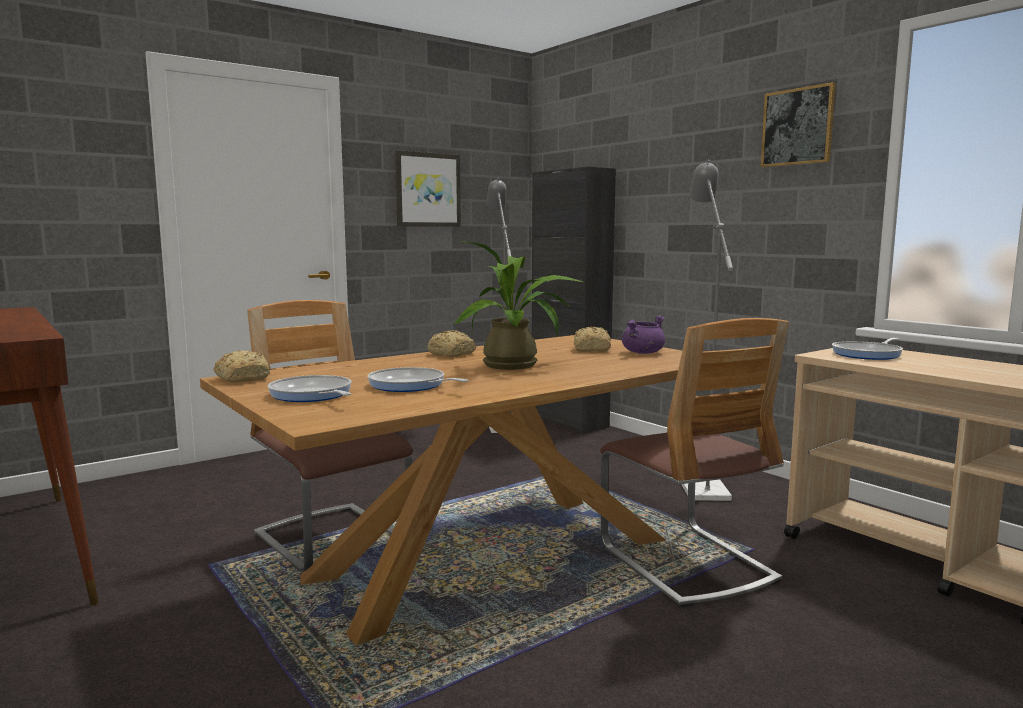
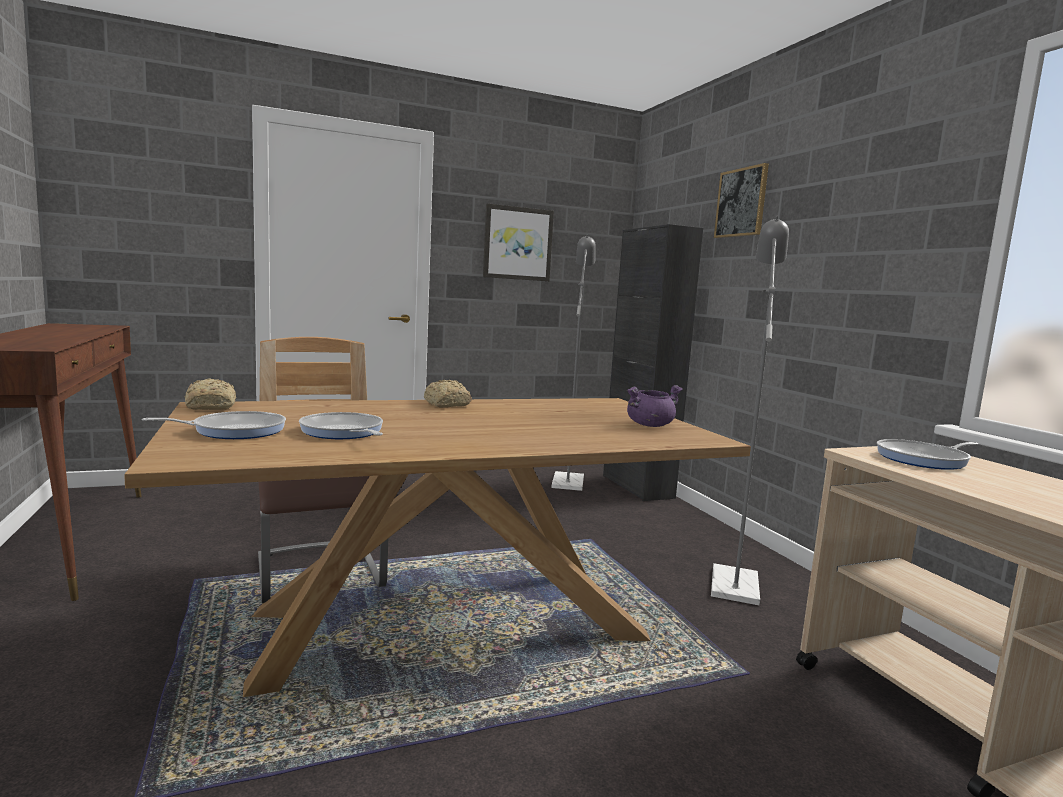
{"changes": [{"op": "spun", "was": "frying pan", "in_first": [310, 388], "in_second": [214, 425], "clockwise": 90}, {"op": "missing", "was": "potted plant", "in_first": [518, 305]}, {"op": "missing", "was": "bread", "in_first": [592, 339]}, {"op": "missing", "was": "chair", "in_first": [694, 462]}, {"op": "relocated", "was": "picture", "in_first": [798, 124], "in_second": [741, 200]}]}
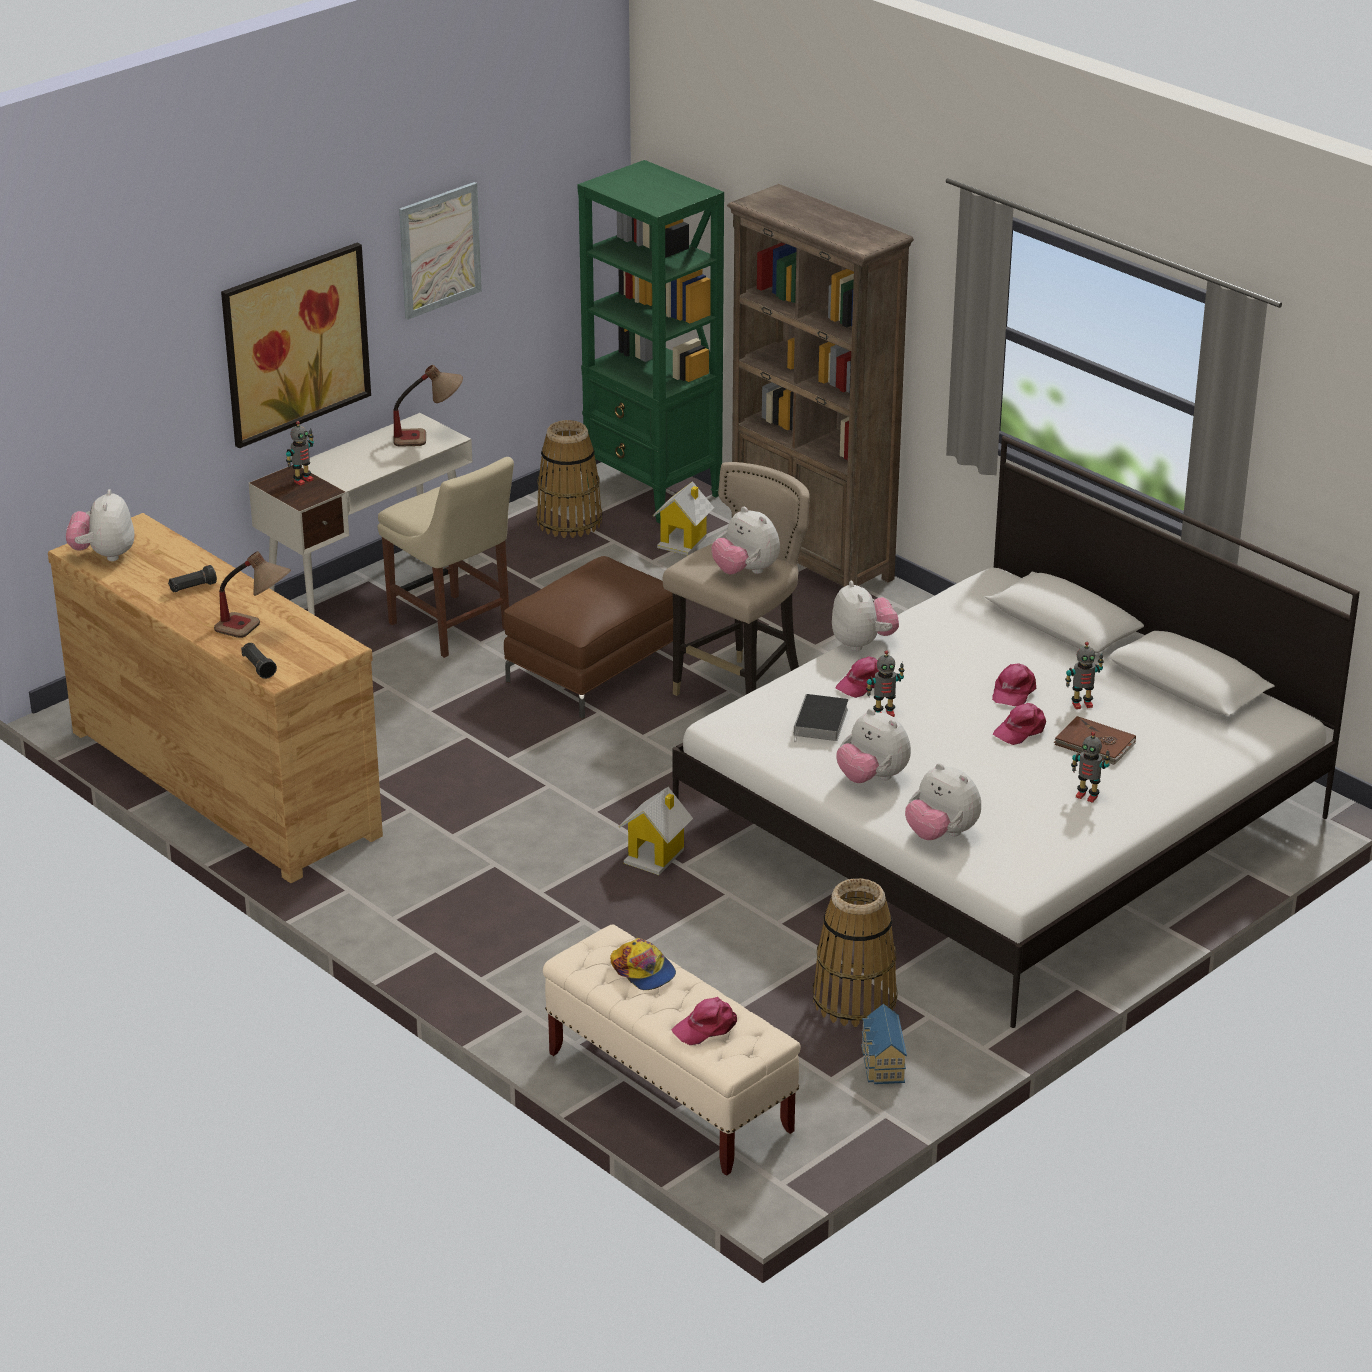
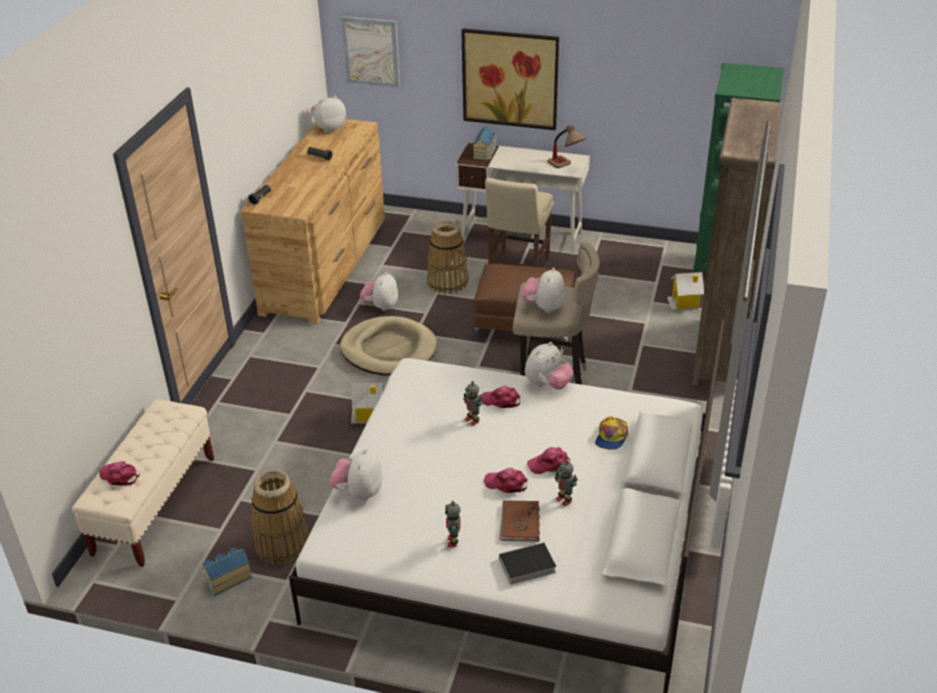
{"changes": [{"op": "missing", "was": "table lamp", "in_first": [252, 594]}, {"op": "exchanged", "was": "toy robot", "now": "toy house", "in_first": [300, 453], "in_second": [484, 143]}, {"op": "relocated", "was": "picture", "in_first": [440, 251], "in_second": [370, 52]}, {"op": "relocated", "was": "basket", "in_first": [569, 479], "in_second": [448, 257]}, {"op": "relocated", "was": "cap", "in_first": [643, 964], "in_second": [612, 433]}, {"op": "relocated", "was": "book", "in_first": [821, 718], "in_second": [524, 563]}, {"op": "relocated", "was": "plush toy", "in_first": [873, 746], "in_second": [379, 291]}, {"op": "appeared", "now": "dog bed in beige", "in_second": [388, 345]}]}
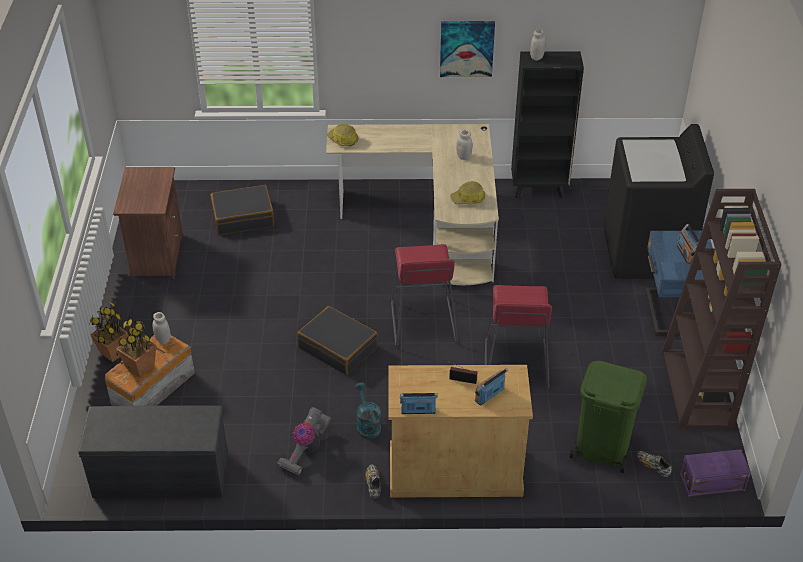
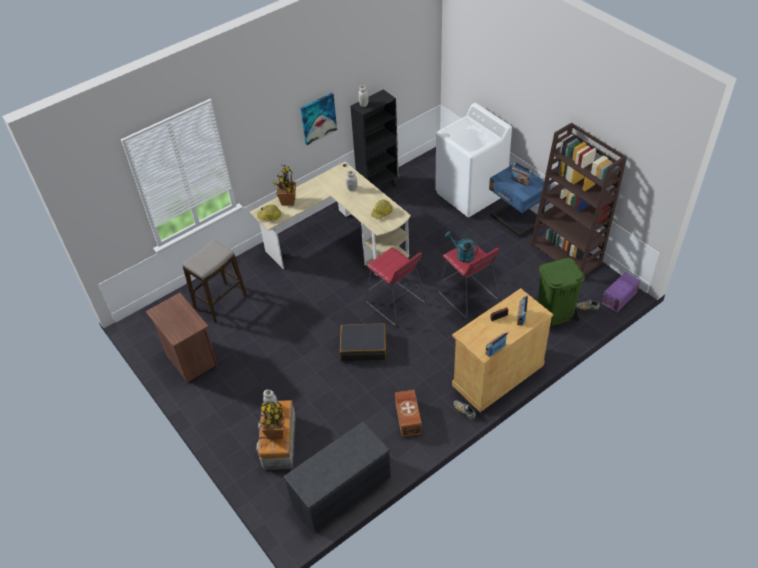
{"changes": [{"op": "relocated", "was": "potted plant", "in_first": [109, 331], "in_second": [284, 185]}, {"op": "exchanged", "was": "suitcase in black", "now": "stool", "in_first": [242, 210], "in_second": [214, 281]}, {"op": "exchanged", "was": "vacuum cleaner", "now": "storage box in brown", "in_first": [304, 441], "in_second": [408, 413]}, {"op": "relocated", "was": "watering can in turquoise", "in_first": [368, 411], "in_second": [461, 247]}, {"op": "colour", "was": "washing machine in black", "now": "washing machine in white", "in_first": [658, 201], "in_second": [473, 160]}]}
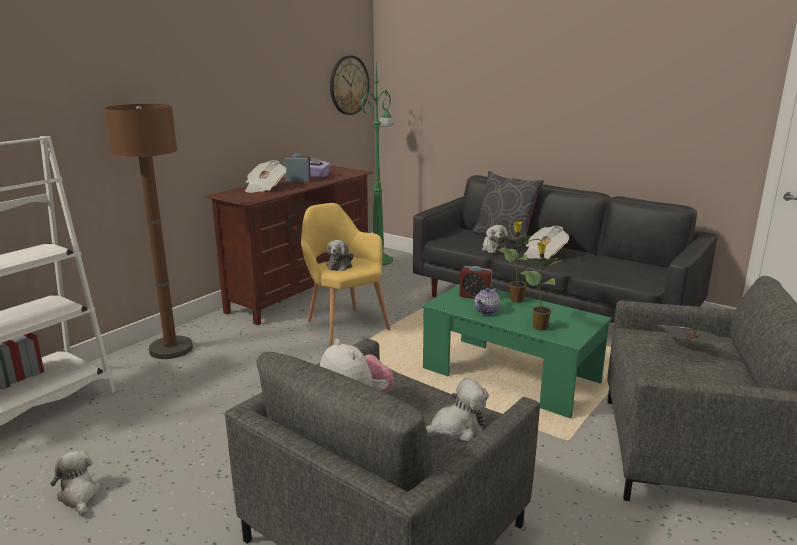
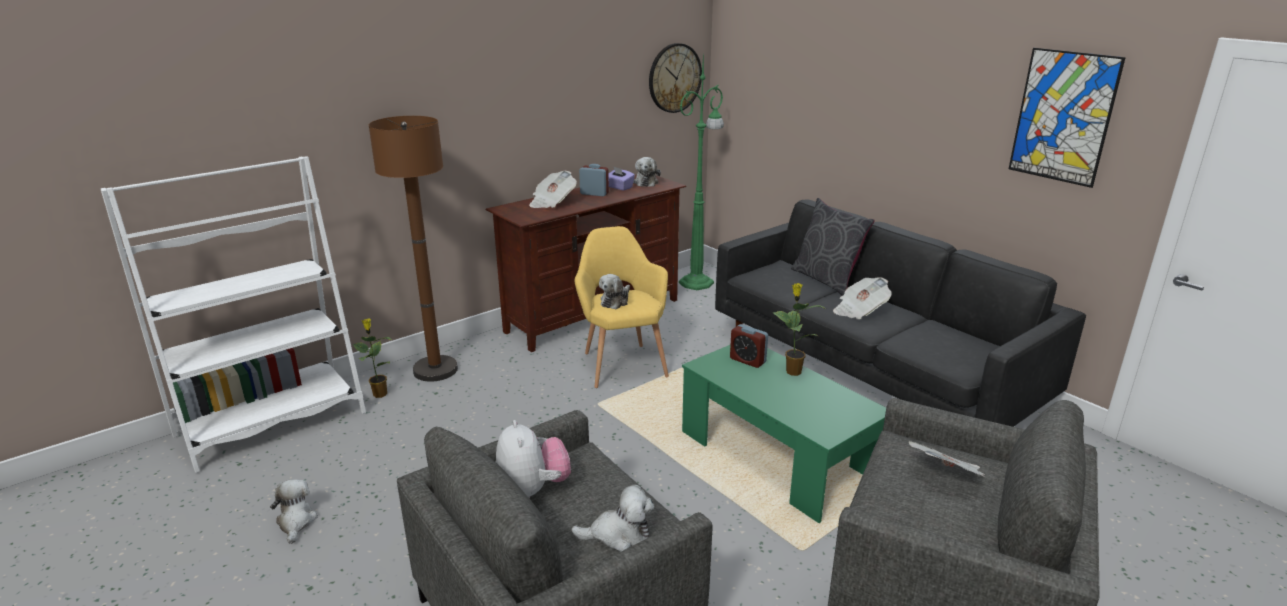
{"changes": [{"op": "missing", "was": "teapot", "in_first": [487, 301]}, {"op": "relocated", "was": "plush toy", "in_first": [495, 239], "in_second": [647, 172]}, {"op": "relocated", "was": "potted plant", "in_first": [544, 286], "in_second": [372, 358]}, {"op": "appeared", "now": "picture", "in_second": [1067, 118]}]}
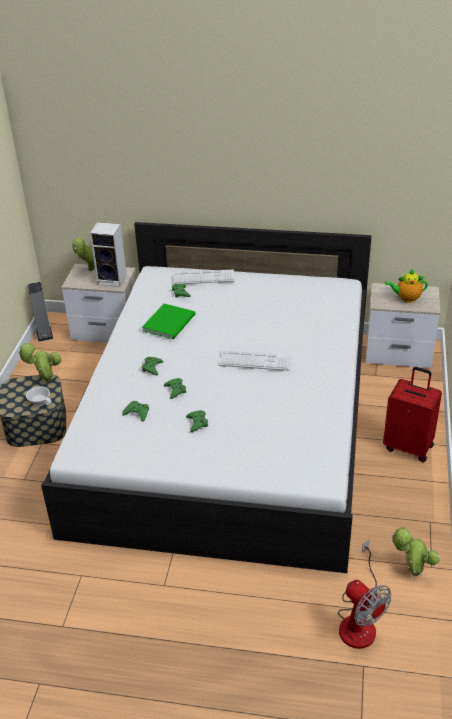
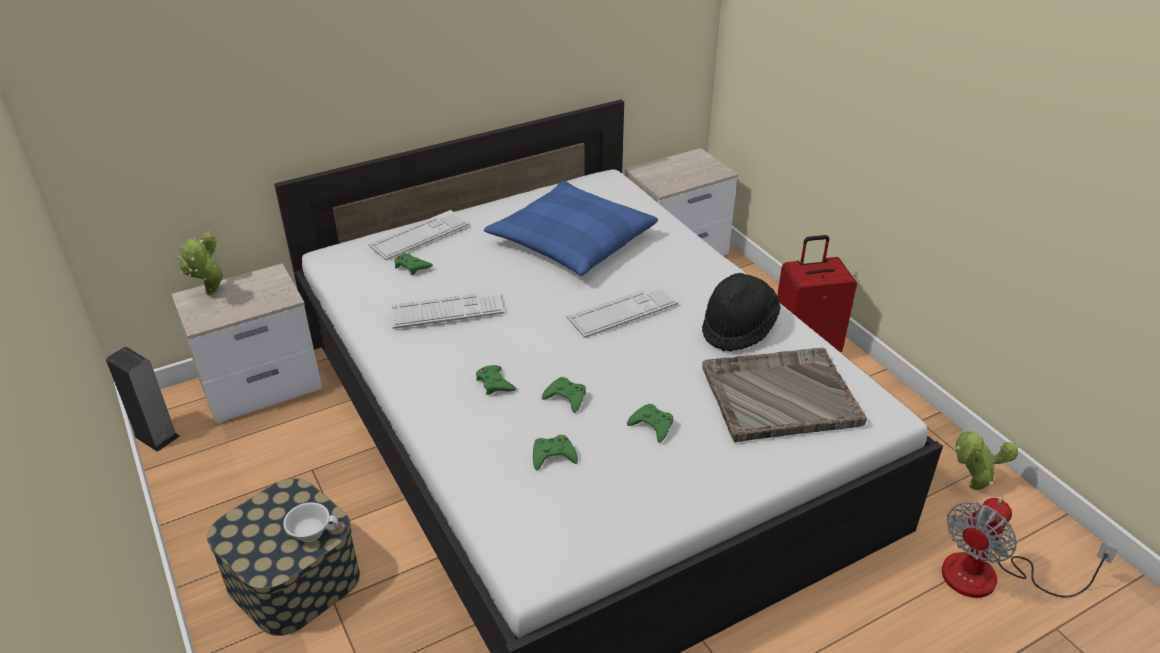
{"changes": [{"op": "missing", "was": "potted plant", "in_first": [39, 362]}, {"op": "missing", "was": "speaker", "in_first": [108, 254]}, {"op": "exchanged", "was": "book in green", "now": "keyboard", "in_first": [168, 321], "in_second": [447, 309]}, {"op": "spun", "was": "fan", "in_first": [365, 594], "in_second": [1030, 548], "clockwise": 120}, {"op": "missing", "was": "teapot", "in_first": [406, 286]}, {"op": "appeared", "now": "pillow in blue", "in_second": [571, 228]}, {"op": "appeared", "now": "hat in black", "in_second": [741, 312]}, {"op": "appeared", "now": "tray in grey", "in_second": [784, 395]}]}
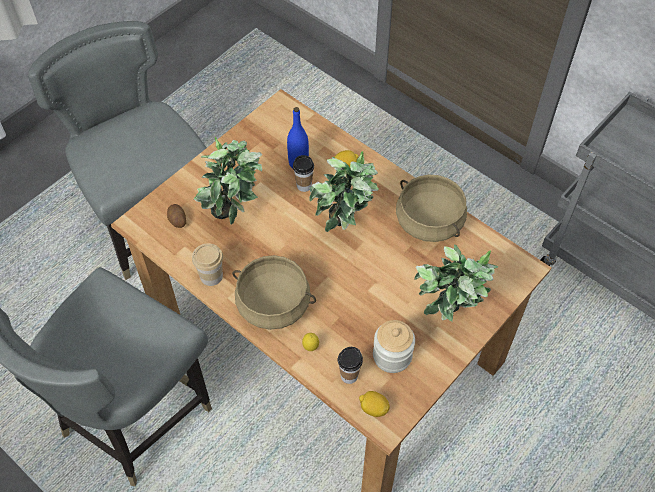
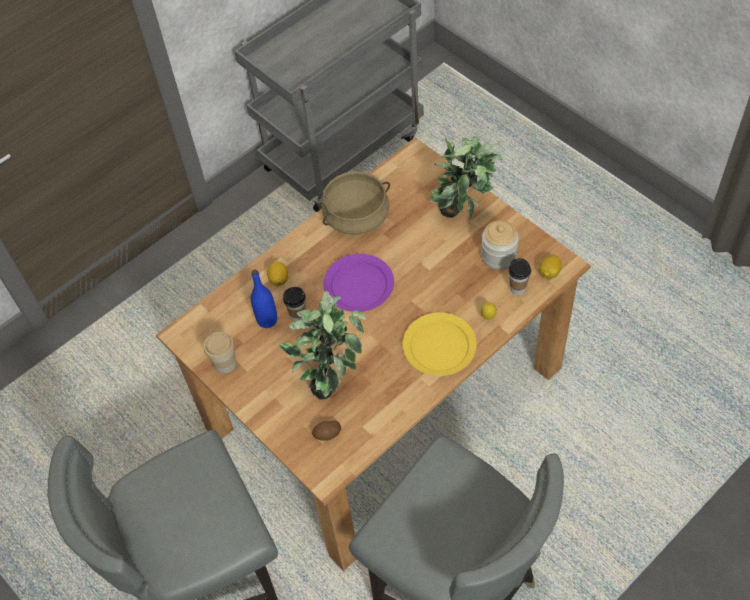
{"changes": [{"op": "relocated", "was": "cup", "in_first": [207, 264], "in_second": [220, 353]}, {"op": "exchanged", "was": "cooking pot in beige", "now": "plate in yellow", "in_first": [274, 292], "in_second": [440, 344]}, {"op": "exchanged", "was": "potted plant", "now": "plate in purple", "in_first": [344, 191], "in_second": [358, 283]}]}
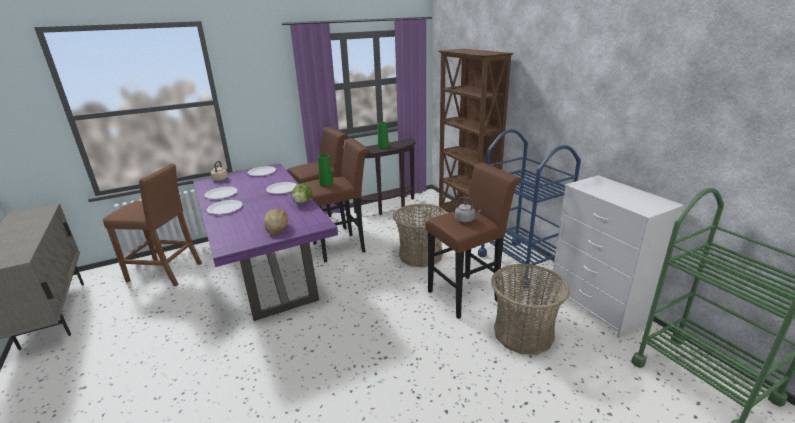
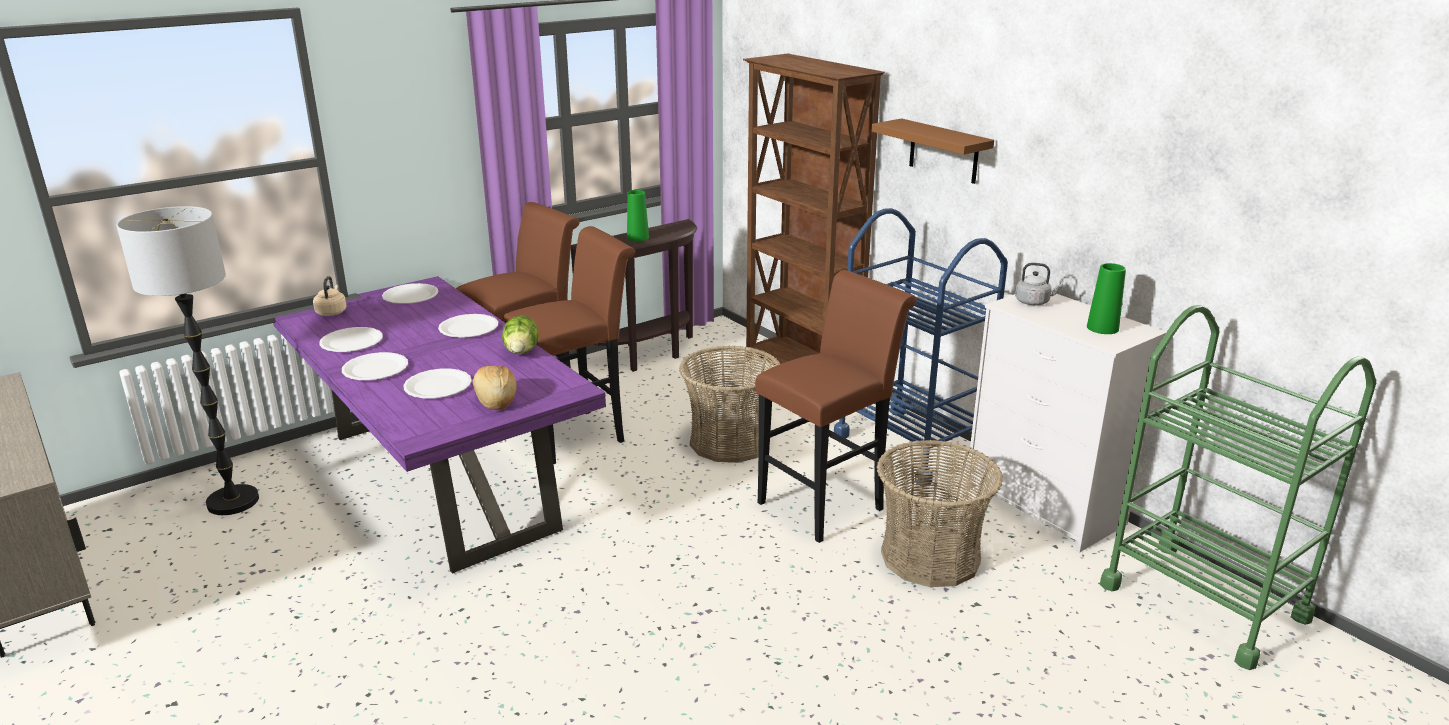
{"changes": [{"op": "exchanged", "was": "stool in brown", "now": "floor lamp", "in_first": [152, 225], "in_second": [188, 360]}, {"op": "relocated", "was": "vase in green", "in_first": [325, 170], "in_second": [1106, 298]}, {"op": "relocated", "was": "kettle in grey", "in_first": [468, 209], "in_second": [1039, 284]}, {"op": "appeared", "now": "plate in white", "in_second": [437, 383]}, {"op": "appeared", "now": "shelf in brown", "in_second": [933, 151]}]}
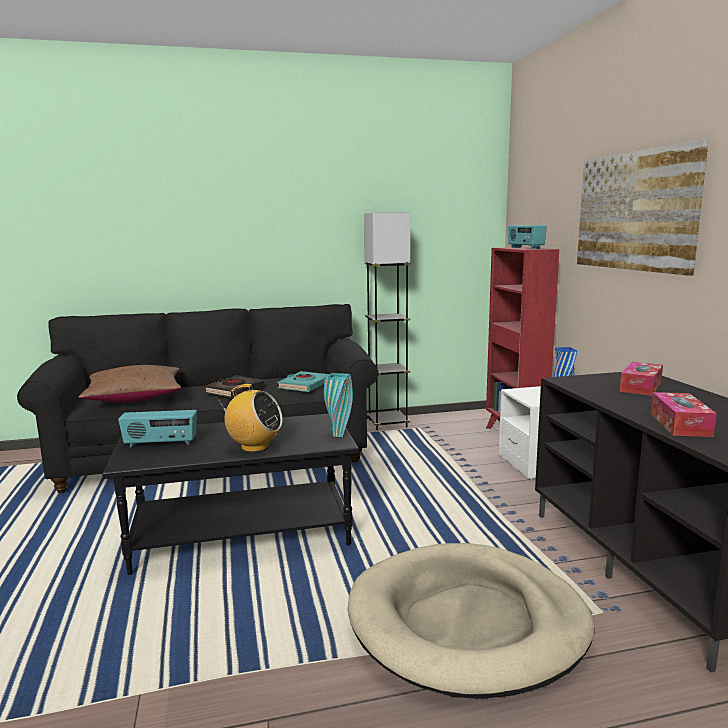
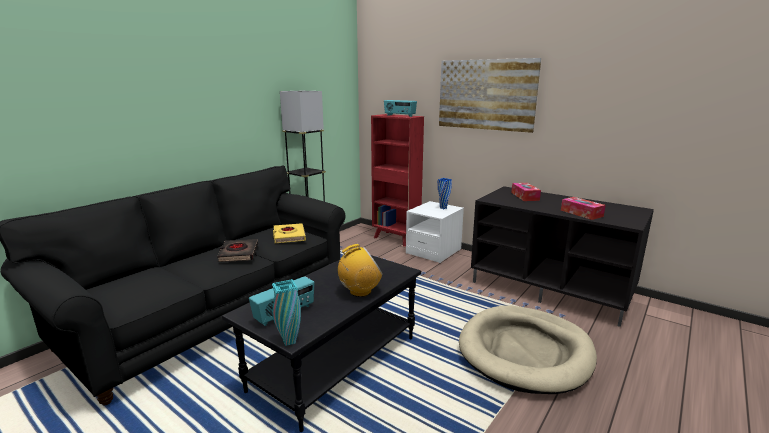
{"changes": [{"op": "missing", "was": "pillow in brown", "in_first": [129, 384]}, {"op": "colour", "was": "book in turquoise", "now": "book in yellow", "in_first": [303, 381], "in_second": [289, 233]}, {"op": "relocated", "was": "vase in turquoise", "in_first": [338, 405], "in_second": [286, 312]}]}
